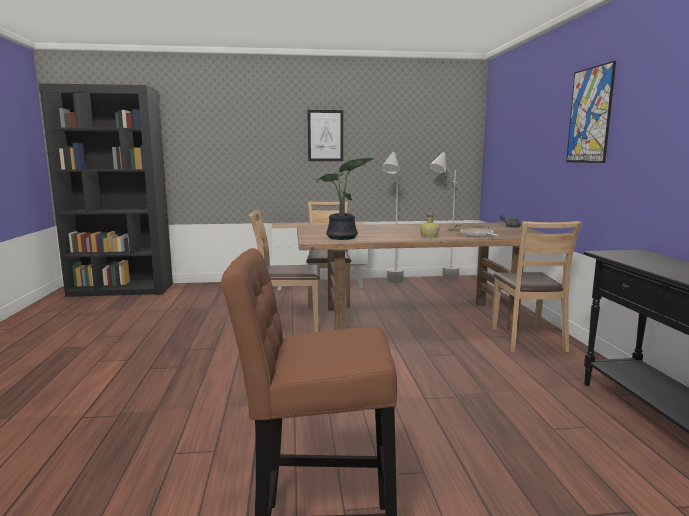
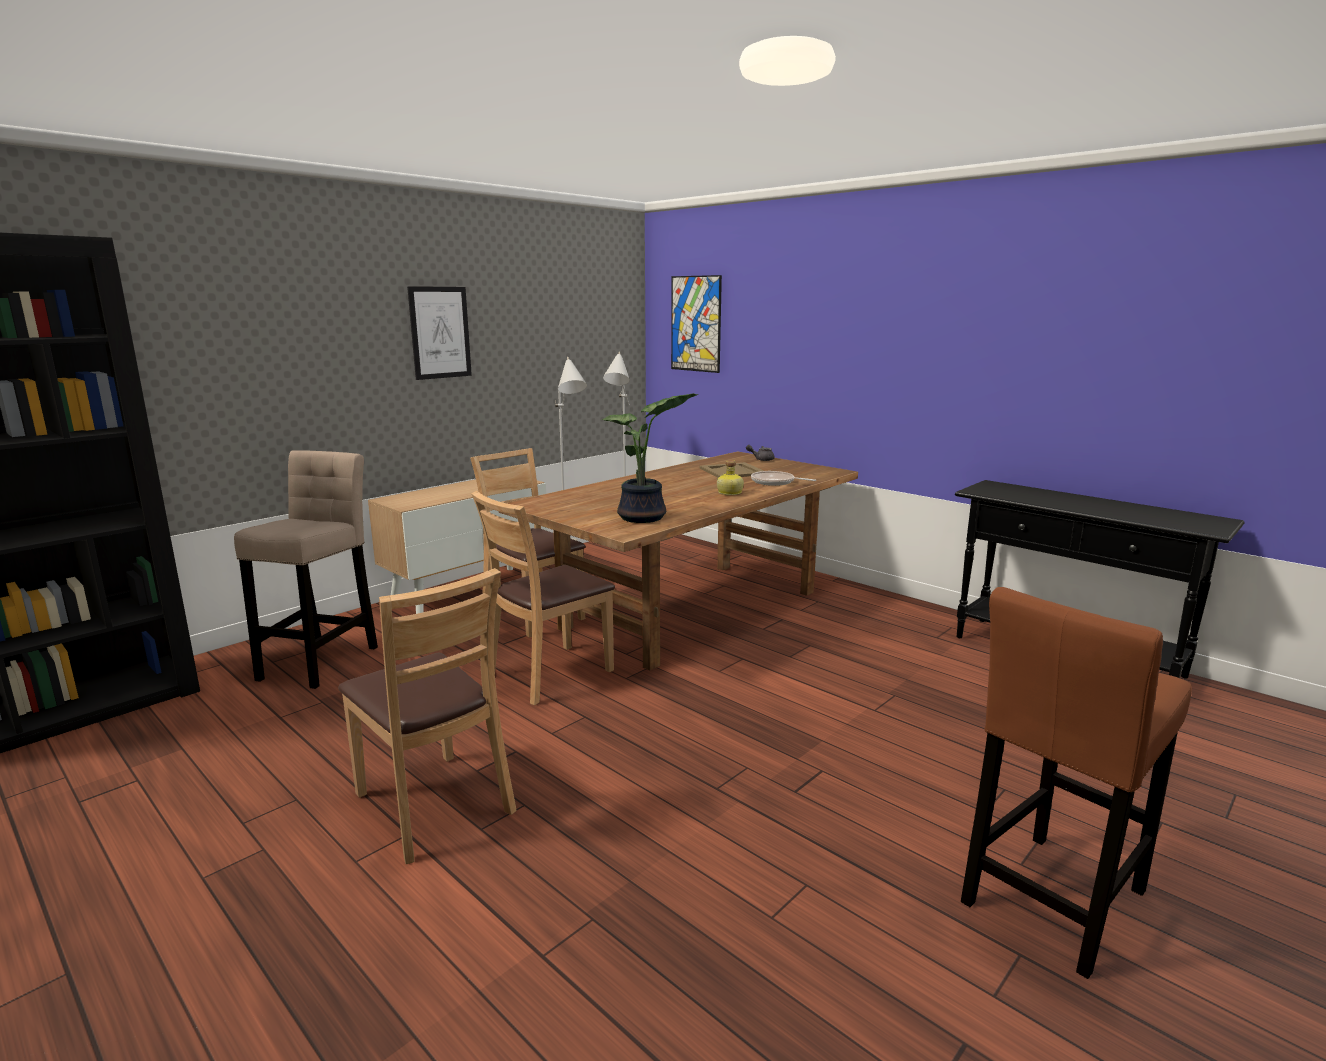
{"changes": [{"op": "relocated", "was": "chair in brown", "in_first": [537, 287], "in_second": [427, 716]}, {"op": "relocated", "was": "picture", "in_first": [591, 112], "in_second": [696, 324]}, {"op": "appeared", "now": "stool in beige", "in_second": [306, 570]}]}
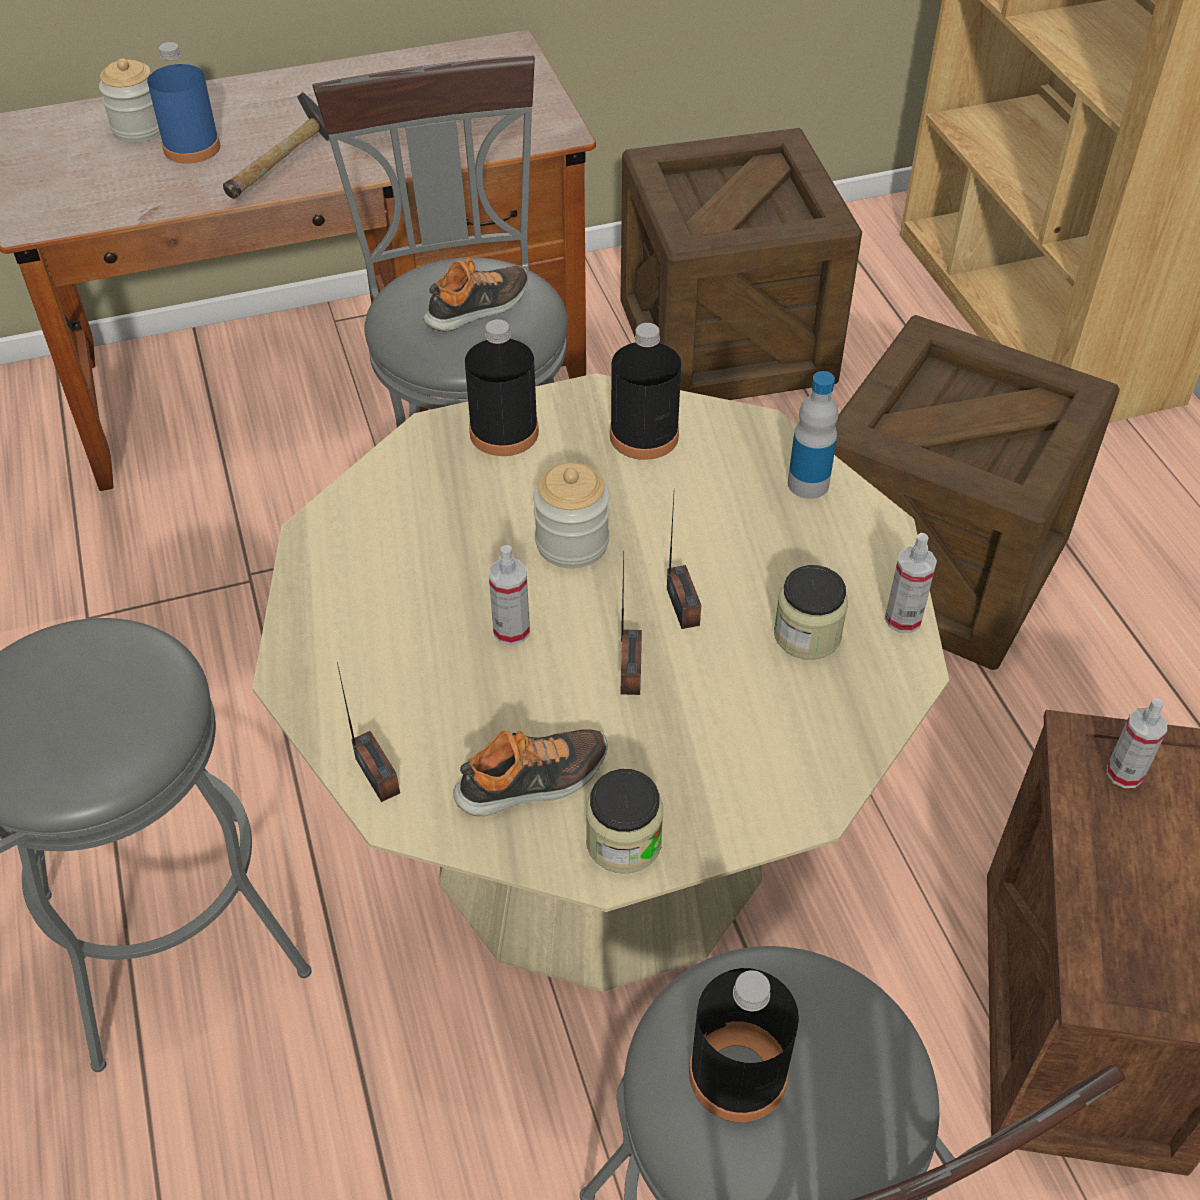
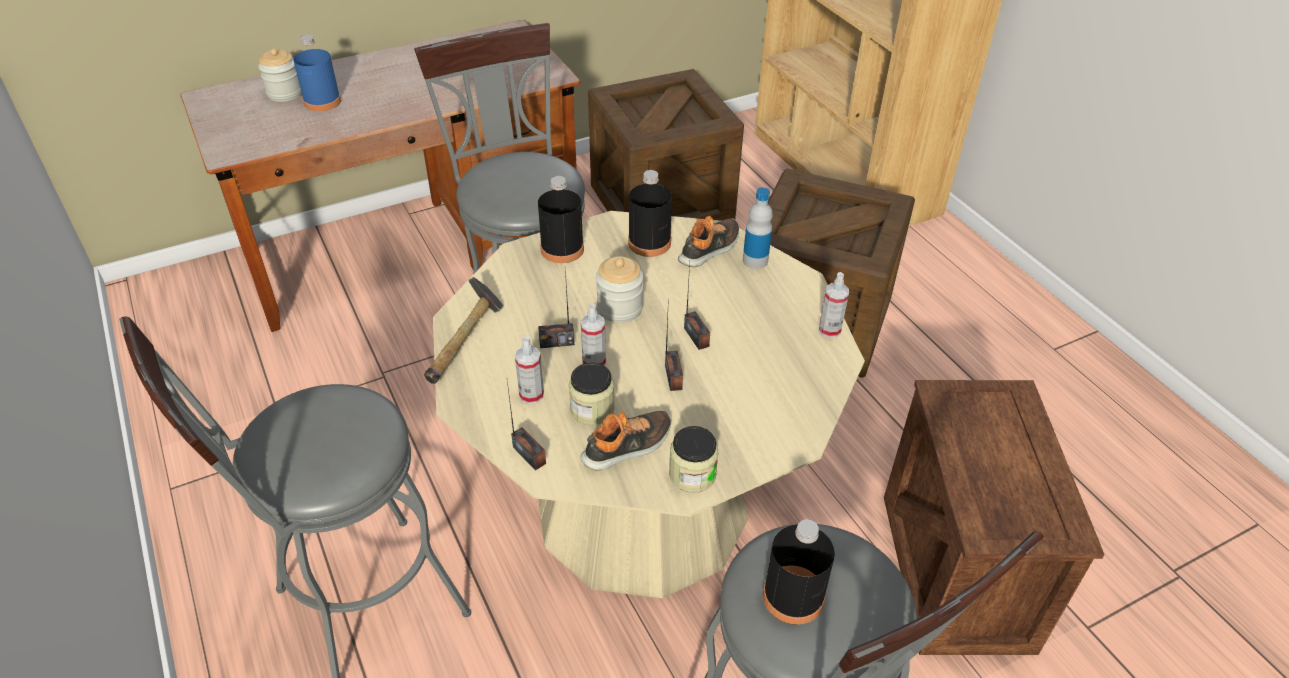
{"changes": [{"op": "relocated", "was": "hammer", "in_first": [276, 145], "in_second": [463, 330]}, {"op": "relocated", "was": "shoe", "in_first": [475, 294], "in_second": [708, 241]}, {"op": "relocated", "was": "jar", "in_first": [811, 612], "in_second": [592, 393]}, {"op": "relocated", "was": "spray bottle", "in_first": [1137, 743], "in_second": [529, 370]}, {"op": "appeared", "now": "radio", "in_second": [556, 308]}]}
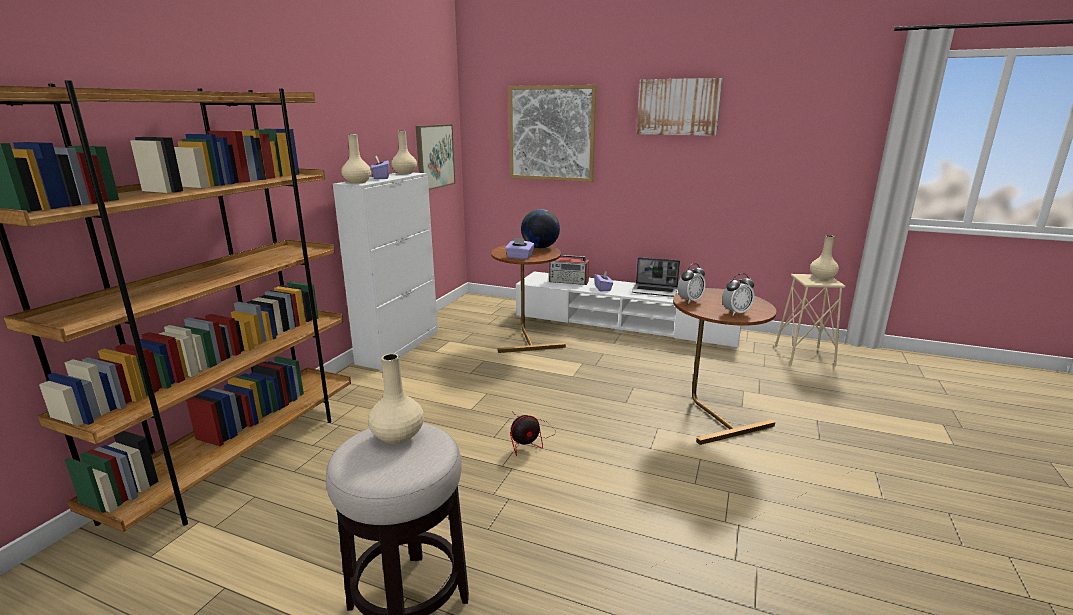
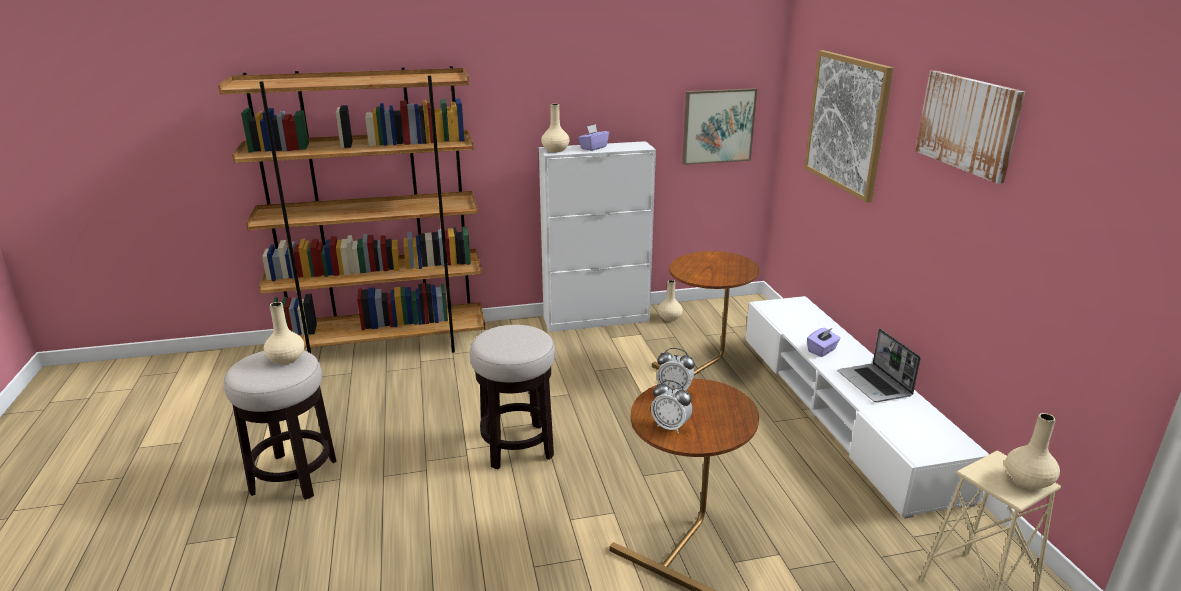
{"changes": [{"op": "relocated", "was": "vase in beige", "in_first": [404, 152], "in_second": [670, 300]}, {"op": "missing", "was": "tissue box in purple", "in_first": [520, 248]}, {"op": "exchanged", "was": "fan", "now": "stool", "in_first": [533, 435], "in_second": [512, 397]}, {"op": "missing", "was": "globe", "in_first": [540, 228]}, {"op": "missing", "was": "radio", "in_first": [569, 270]}]}
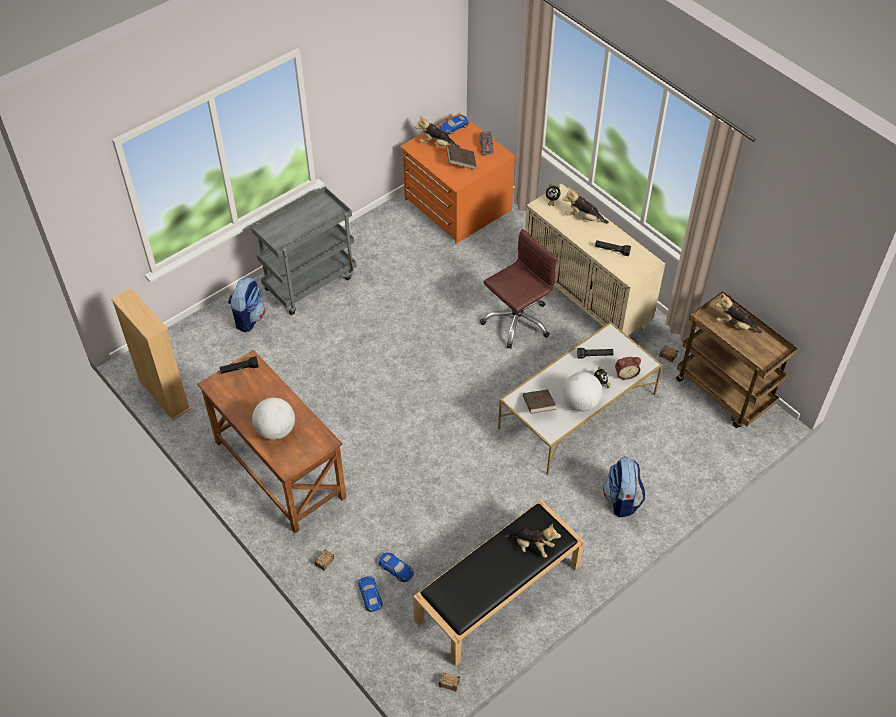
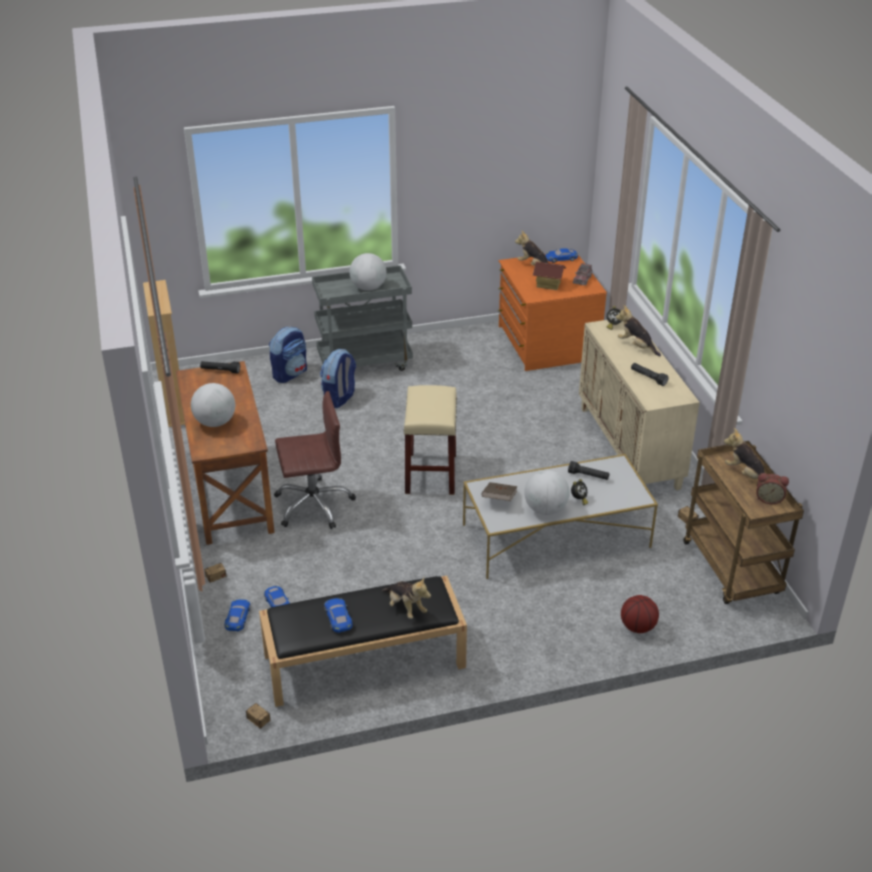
{"changes": [{"op": "exchanged", "was": "book in brown", "now": "toy house", "in_first": [461, 157], "in_second": [549, 275]}, {"op": "relocated", "was": "office chair in brown", "in_first": [518, 289], "in_second": [315, 460]}, {"op": "relocated", "was": "backpack", "in_first": [624, 487], "in_second": [338, 378]}, {"op": "relocated", "was": "alarm clock", "in_first": [628, 368], "in_second": [772, 488]}, {"op": "appeared", "now": "toy car in blue", "in_second": [338, 615]}, {"op": "appeared", "now": "globe", "in_second": [368, 272]}, {"op": "appeared", "now": "stool in beige", "in_second": [430, 440]}, {"op": "appeared", "now": "basketball", "in_second": [640, 614]}]}
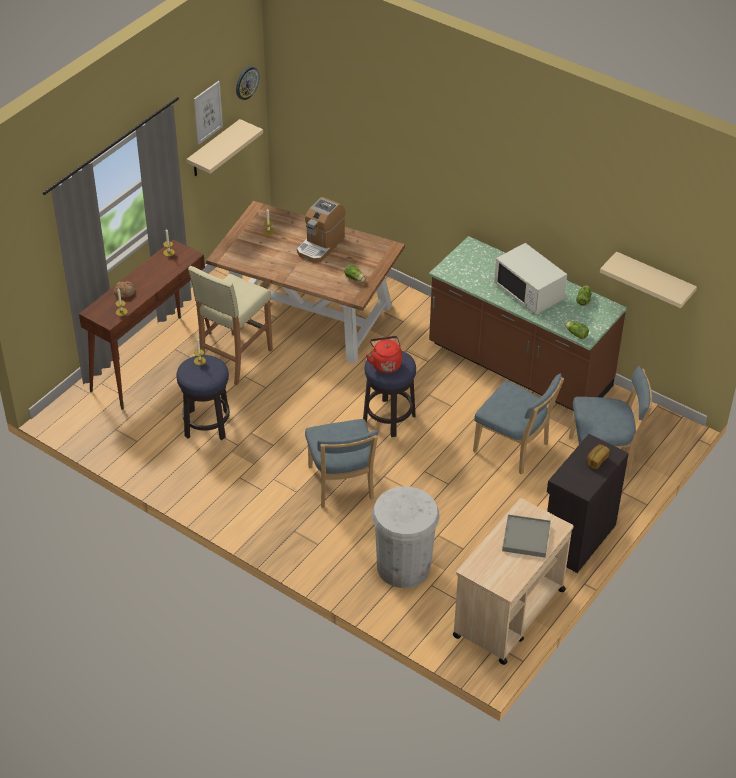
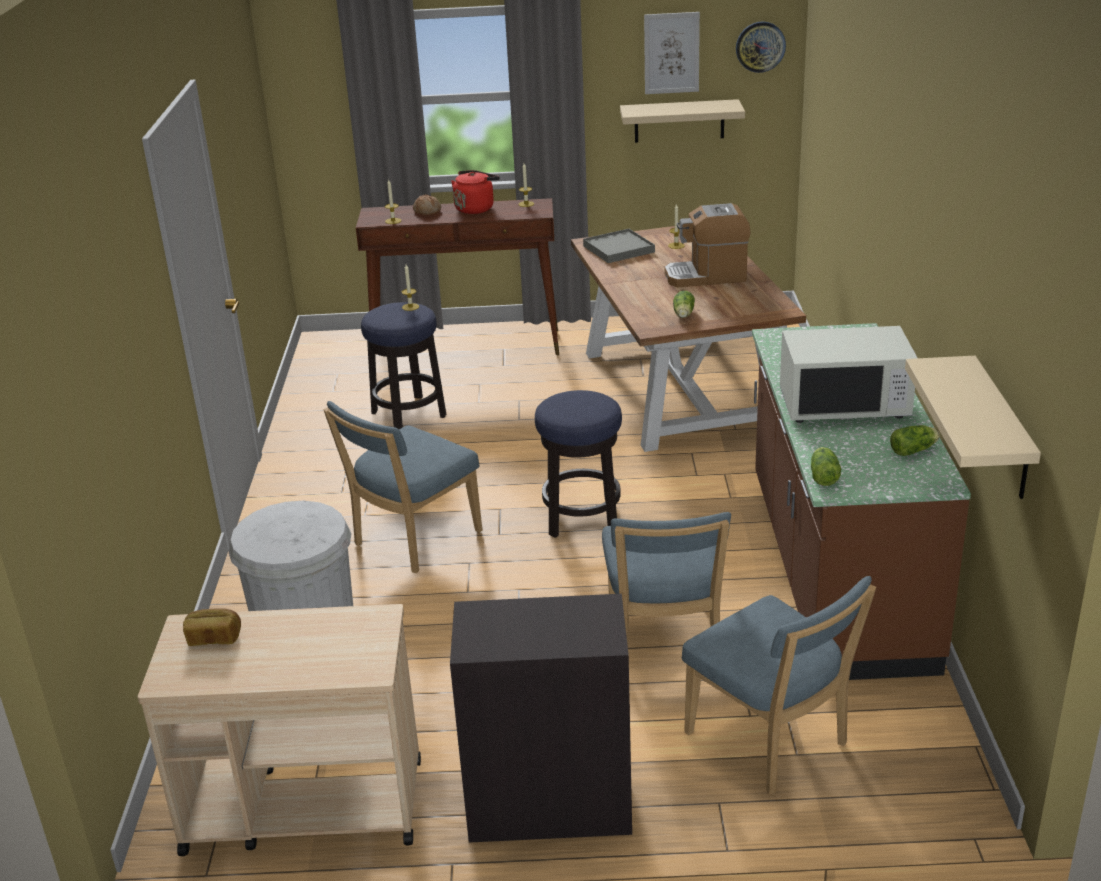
{"changes": [{"op": "missing", "was": "stool in beige", "in_first": [230, 326]}, {"op": "relocated", "was": "kettle in red", "in_first": [384, 354], "in_second": [475, 192]}, {"op": "spun", "was": "microwave in white", "in_first": [530, 279], "in_second": [848, 374], "clockwise": -105}, {"op": "relocated", "was": "tray in grey", "in_first": [526, 536], "in_second": [619, 246]}, {"op": "relocated", "was": "bread", "in_first": [598, 456], "in_second": [212, 627]}]}
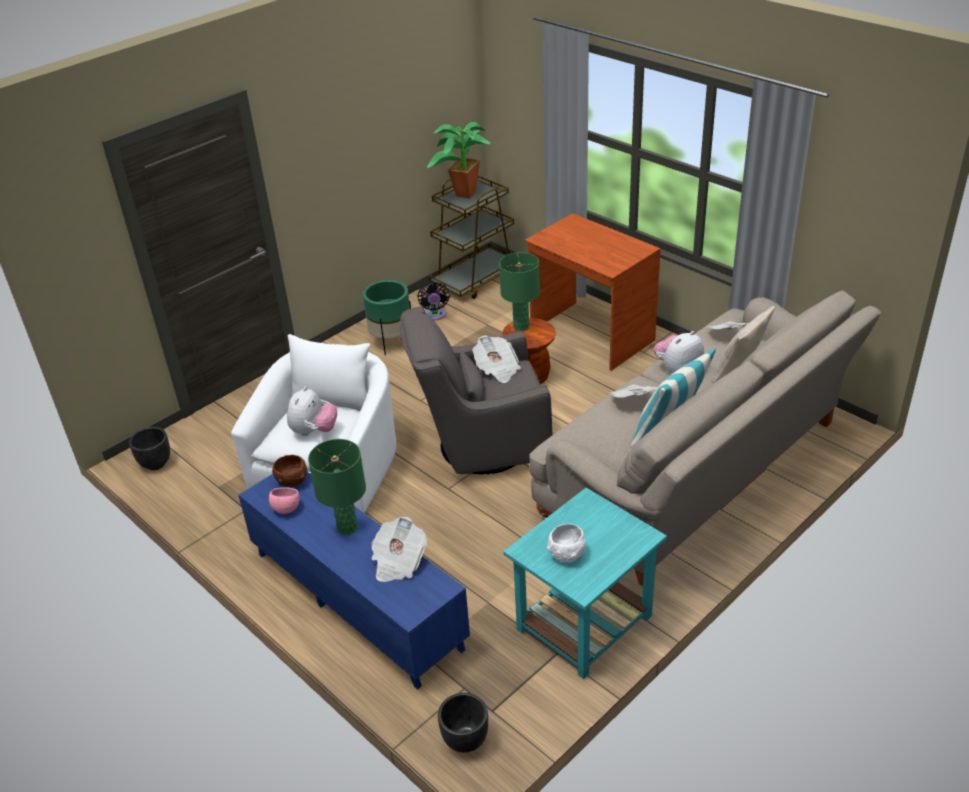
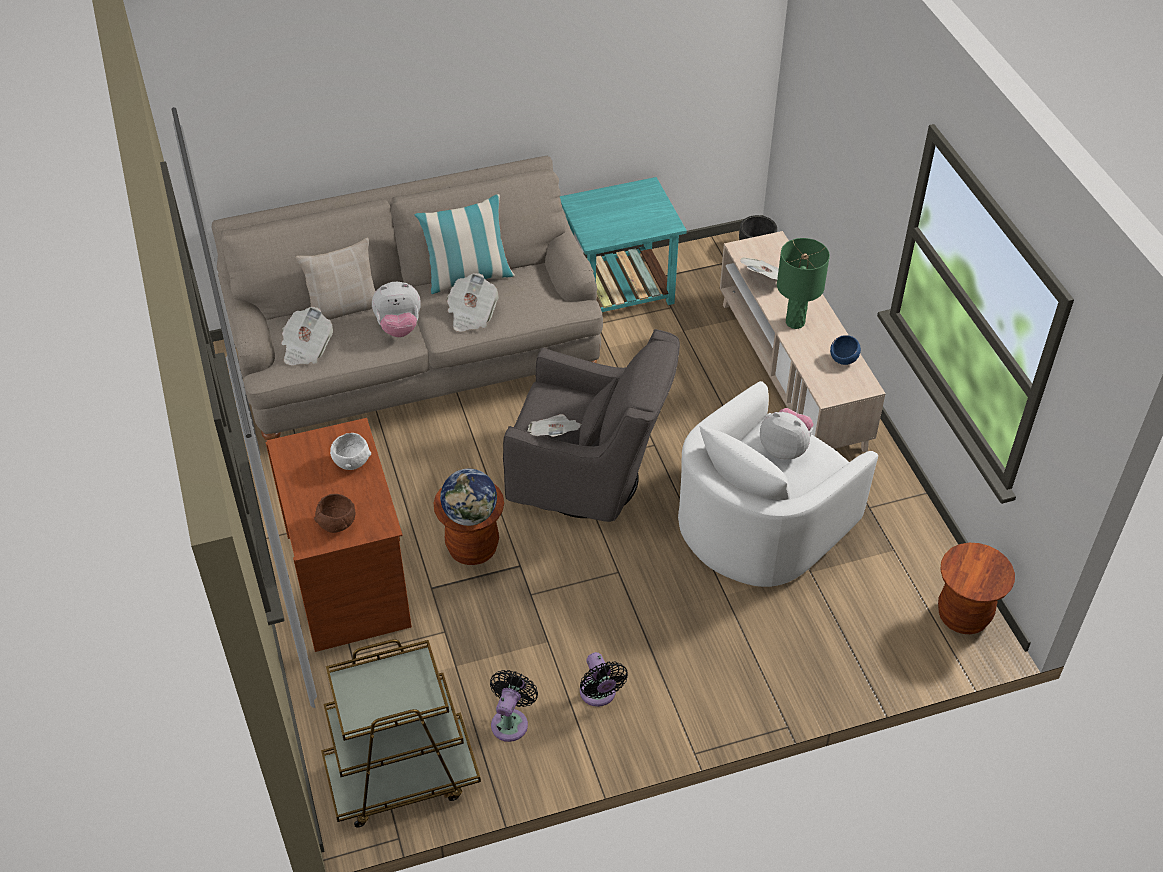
{"changes": [{"op": "exchanged", "was": "planter in black", "now": "stool in brown", "in_first": [149, 448], "in_second": [976, 588]}, {"op": "colour", "was": "tv stand in blue", "now": "tv stand in beige", "in_first": [354, 580], "in_second": [803, 341]}, {"op": "colour", "was": "bowl in pink", "now": "bowl in blue", "in_first": [284, 500], "in_second": [845, 350]}, {"op": "relocated", "was": "bowl in brown", "in_first": [289, 471], "in_second": [334, 513]}, {"op": "spun", "was": "plush toy", "in_first": [312, 411], "in_second": [787, 434], "clockwise": 75}, {"op": "exchanged", "was": "planter in green", "now": "fan in black", "in_first": [387, 318], "in_second": [604, 679]}, {"op": "missing", "was": "potted plant", "in_first": [459, 160]}, {"op": "exchanged", "was": "table lamp in green", "now": "globe", "in_first": [519, 291], "in_second": [468, 497]}, {"op": "relocated", "was": "bowl in white", "in_first": [566, 543], "in_second": [350, 451]}]}
